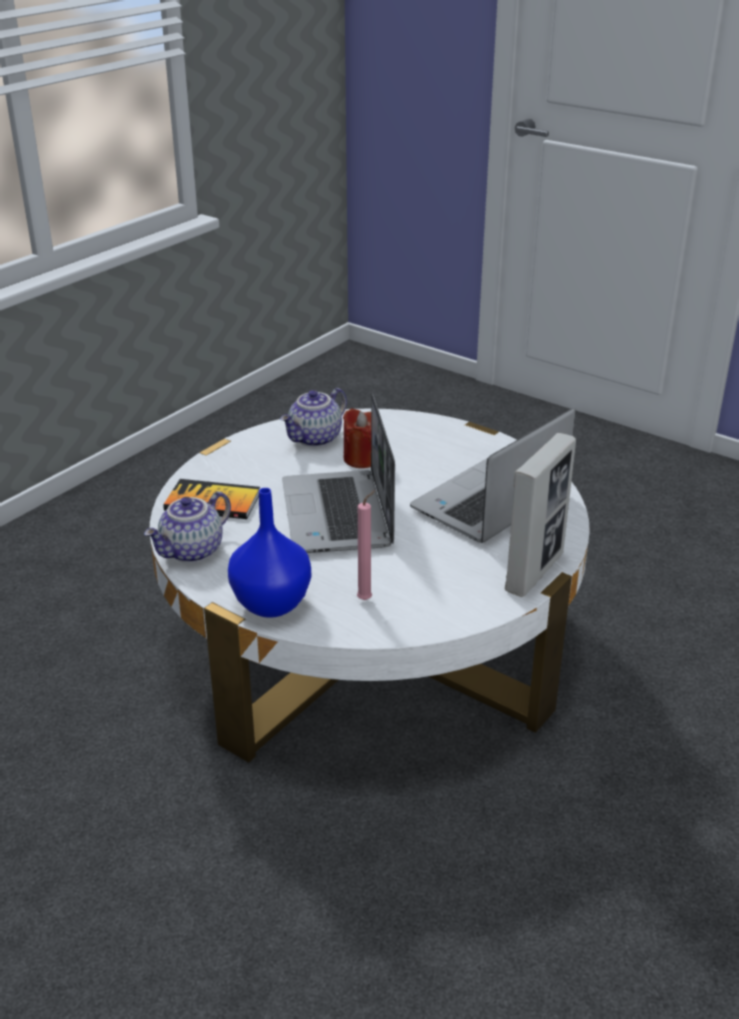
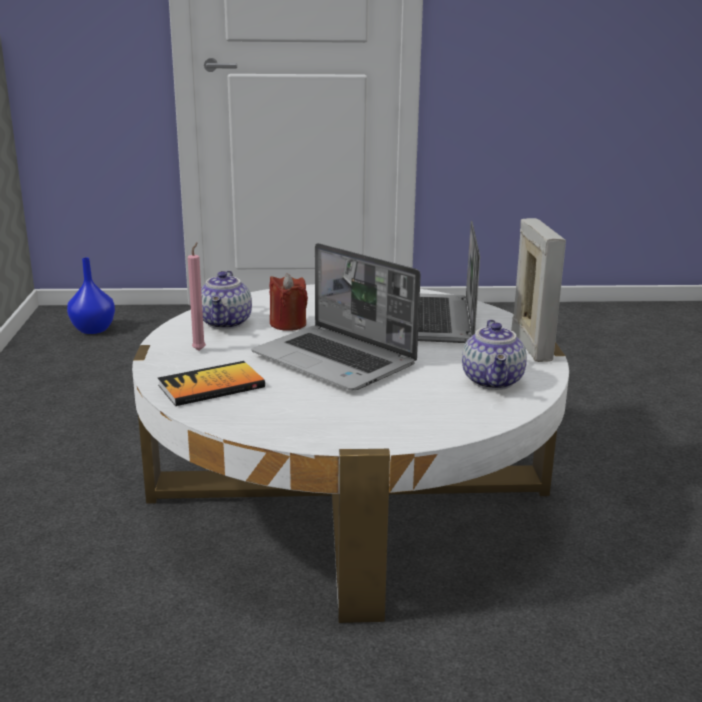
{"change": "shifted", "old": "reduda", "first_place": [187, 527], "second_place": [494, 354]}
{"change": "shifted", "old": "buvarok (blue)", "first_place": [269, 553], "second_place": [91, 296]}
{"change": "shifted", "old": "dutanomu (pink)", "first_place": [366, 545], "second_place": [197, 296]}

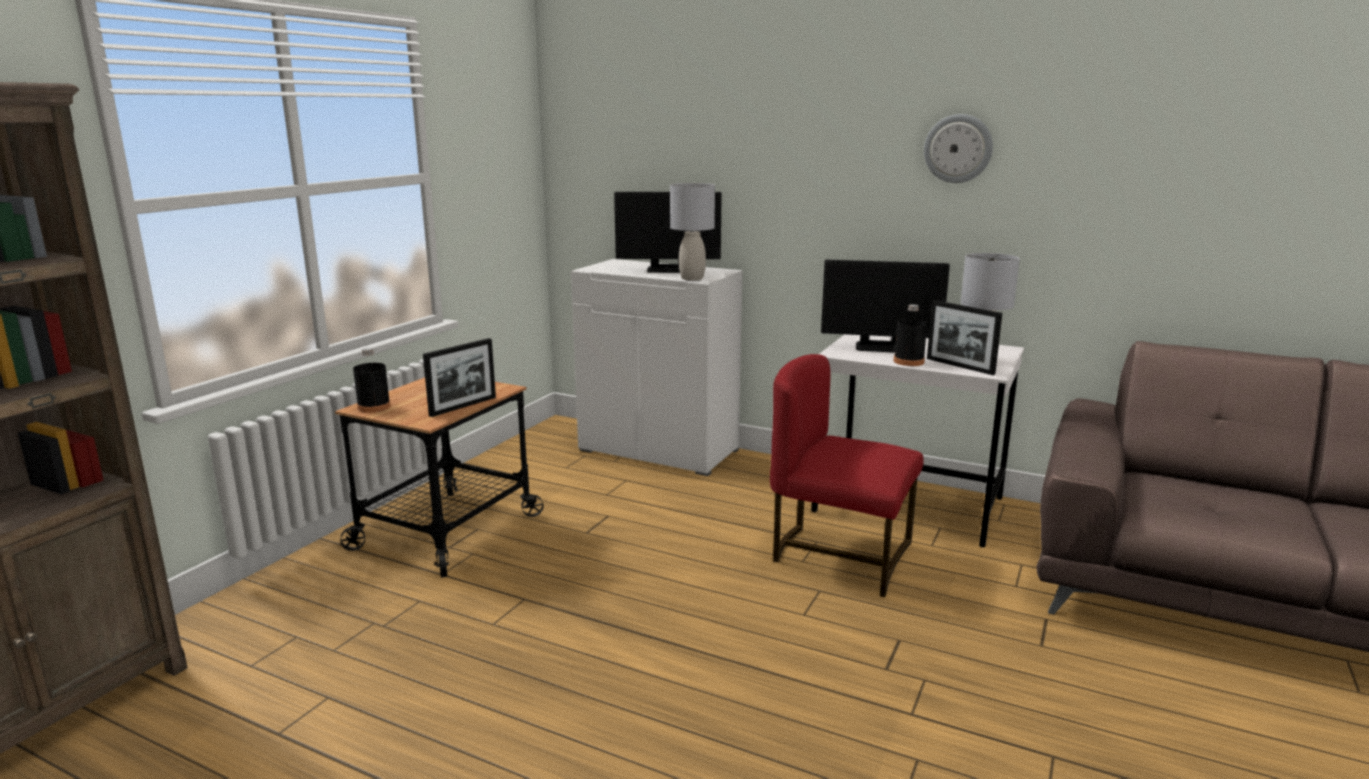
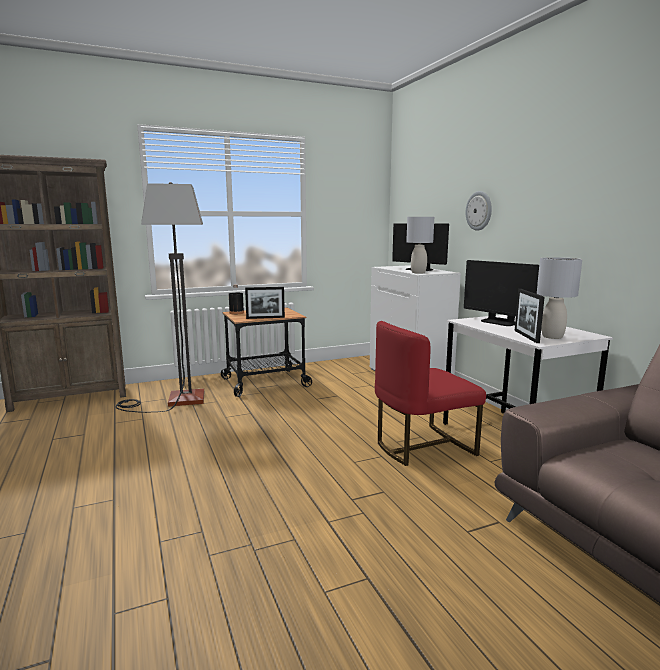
{"change": "gone", "old": "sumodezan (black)", "first_place": [910, 335]}
{"change": "new", "new": "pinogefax", "second_place": [160, 297]}
{"change": "shifted", "old": "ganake", "first_place": [958, 148], "second_place": [479, 211]}
{"change": "rotated", "old": "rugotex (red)", "first_place": [847, 476], "second_place": [430, 393], "degrees": -90}

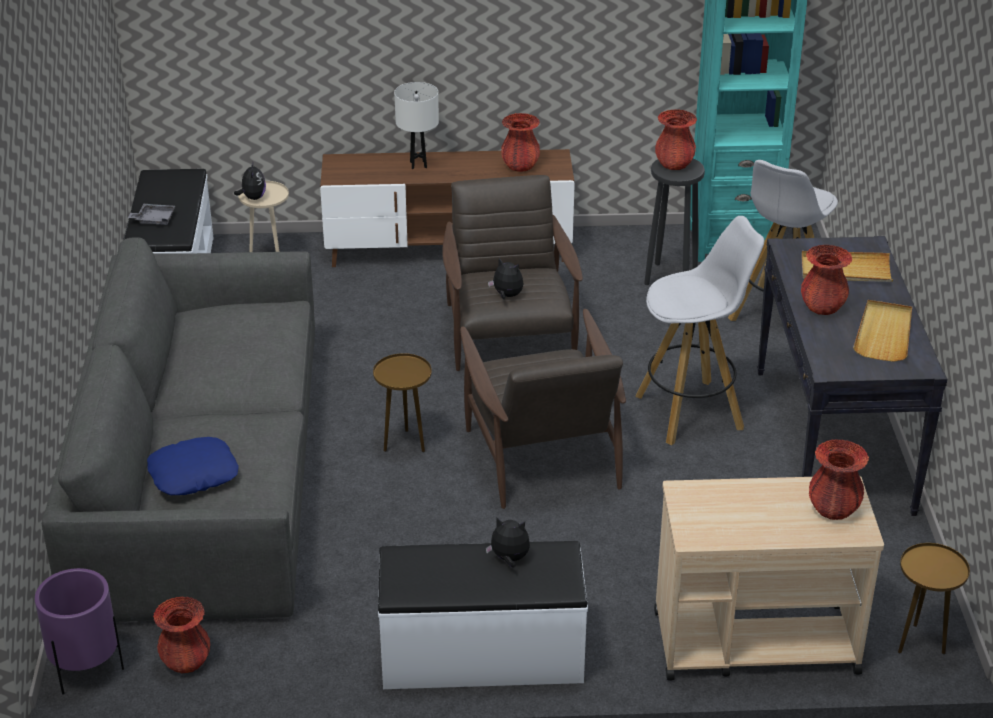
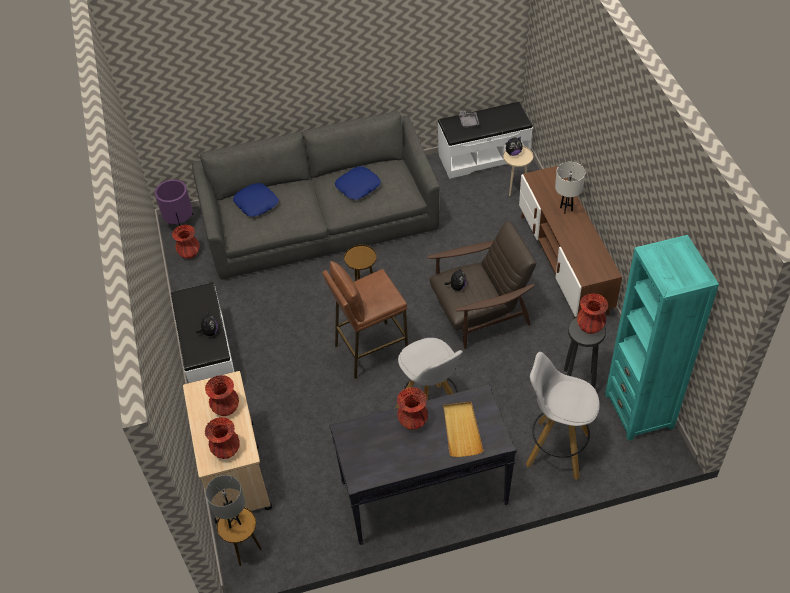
{"change": "gone", "old": "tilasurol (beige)", "first_place": [882, 331]}
{"change": "new", "new": "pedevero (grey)", "second_place": [225, 502]}
{"change": "new", "new": "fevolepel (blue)", "second_place": [358, 183]}
{"change": "shifted", "old": "buvarok (red)", "first_place": [520, 142], "second_place": [222, 395]}
{"change": "swapped", "old": "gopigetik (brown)", "new": "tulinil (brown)", "first_place": [543, 409], "second_place": [365, 320]}

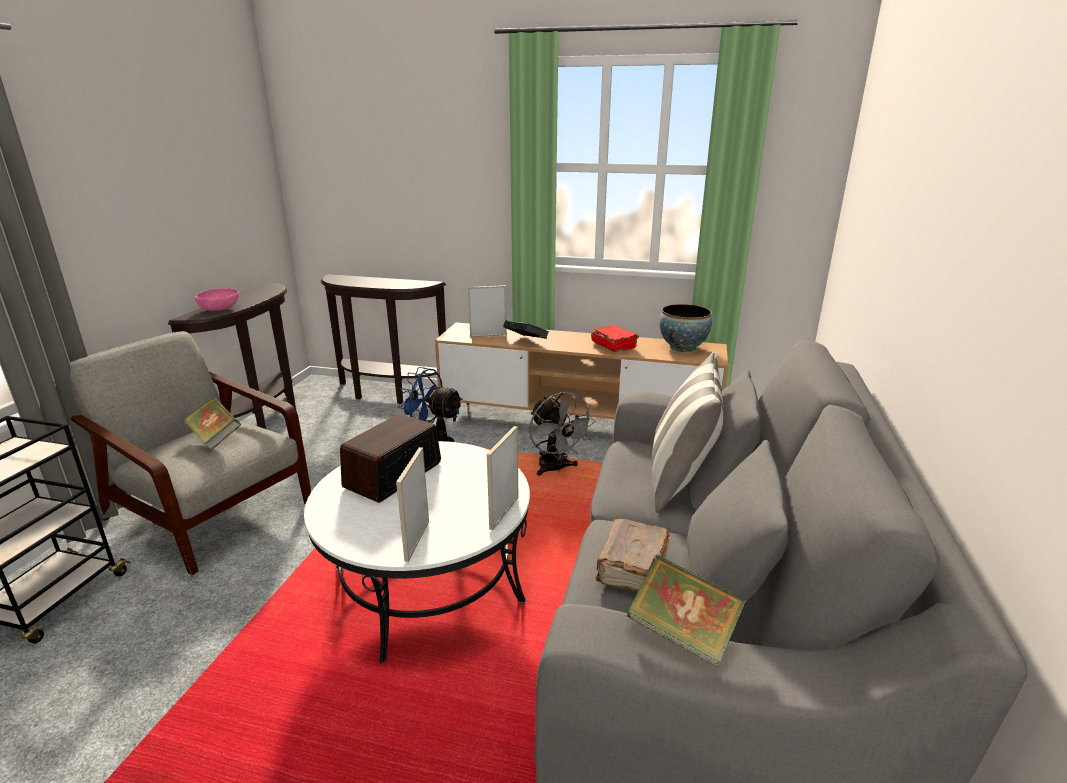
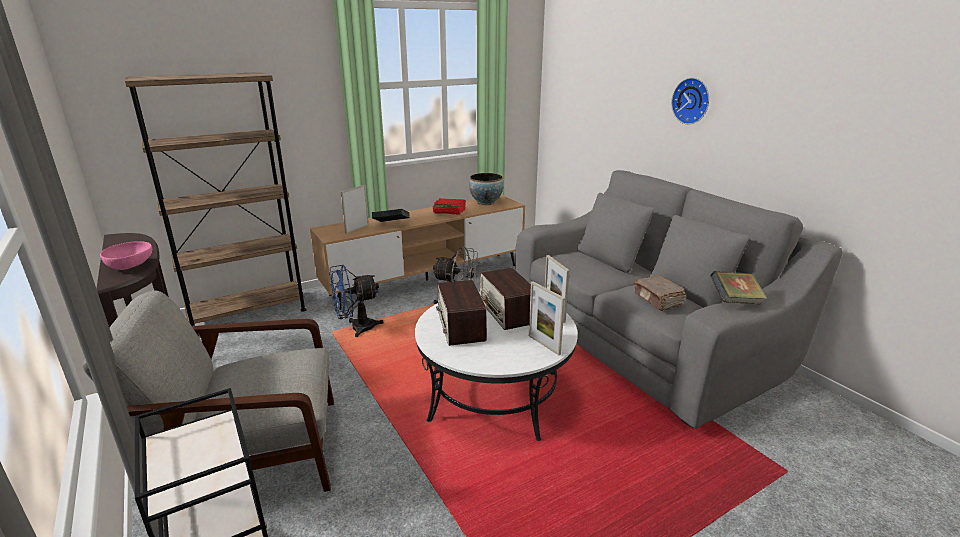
{"change": "gone", "old": "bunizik", "first_place": [212, 423]}
{"change": "gone", "old": "fevolepel", "first_place": [688, 432]}
{"change": "new", "new": "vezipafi", "second_place": [505, 299]}
{"change": "new", "new": "ganake", "second_place": [690, 101]}
{"change": "swapped", "old": "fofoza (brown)", "new": "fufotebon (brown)", "first_place": [383, 339], "second_place": [215, 204]}

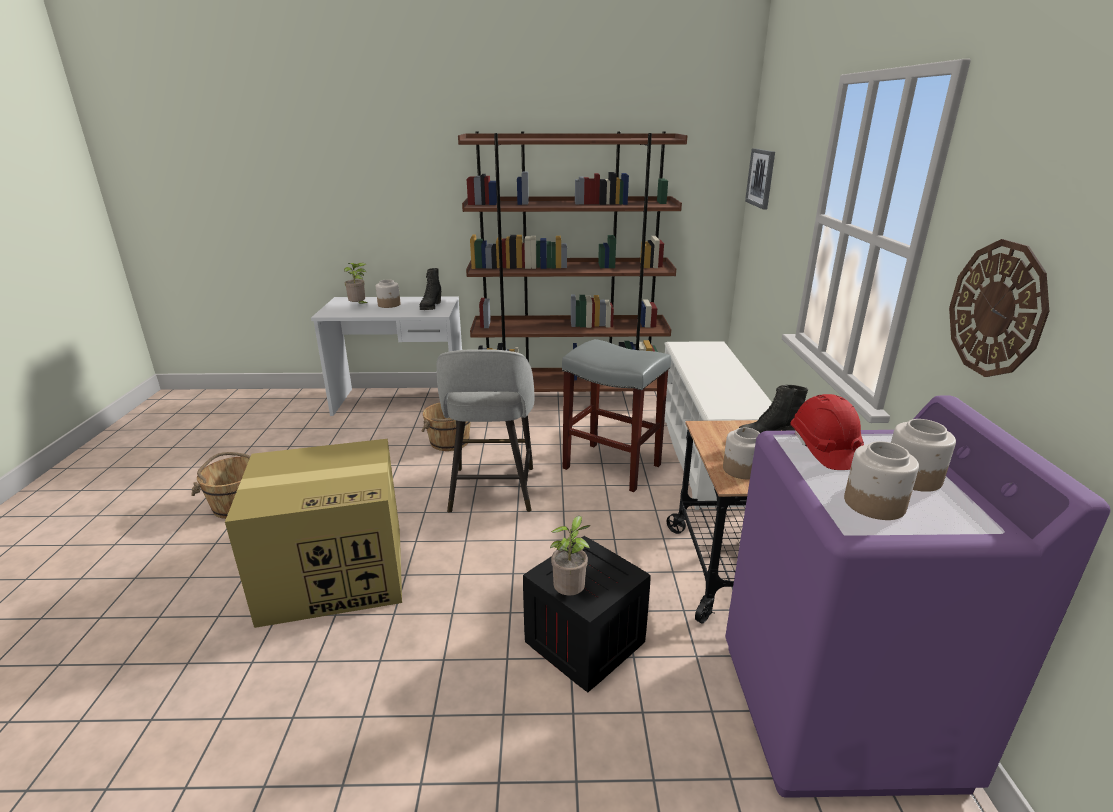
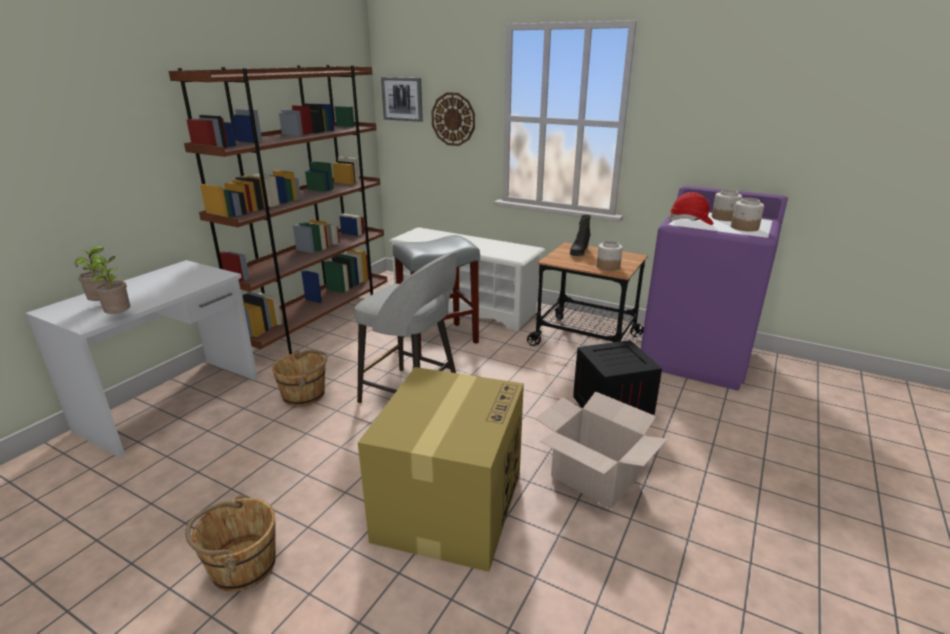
{"change": "gone", "old": "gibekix", "first_place": [388, 293]}
{"change": "gone", "old": "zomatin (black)", "first_place": [430, 289]}
{"change": "new", "new": "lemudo", "second_place": [601, 449]}
{"change": "shifted", "old": "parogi", "first_place": [570, 556], "second_place": [109, 285]}
{"change": "shifted", "old": "ganake", "first_place": [999, 308], "second_place": [453, 119]}

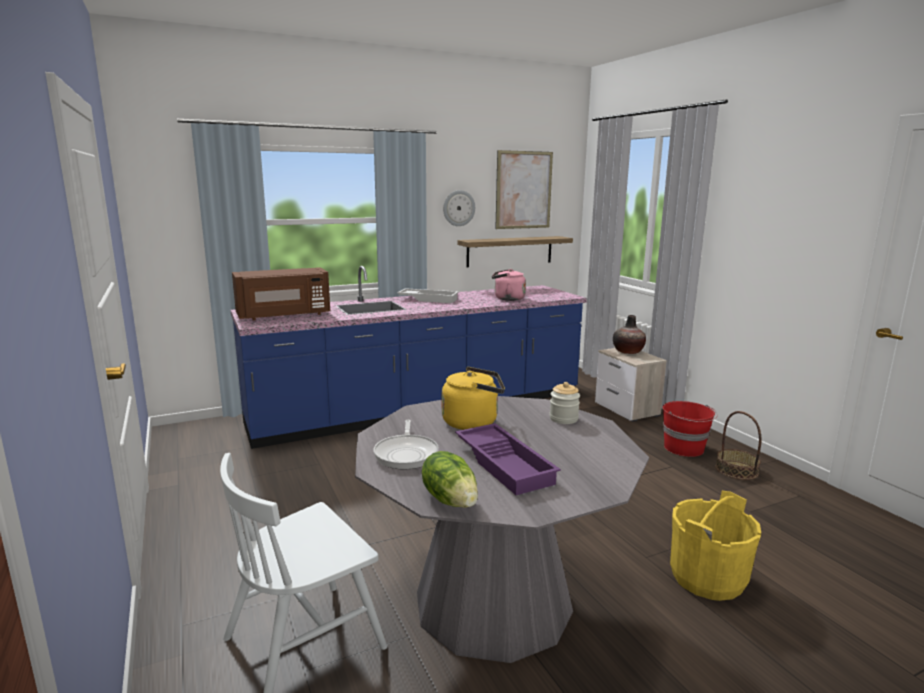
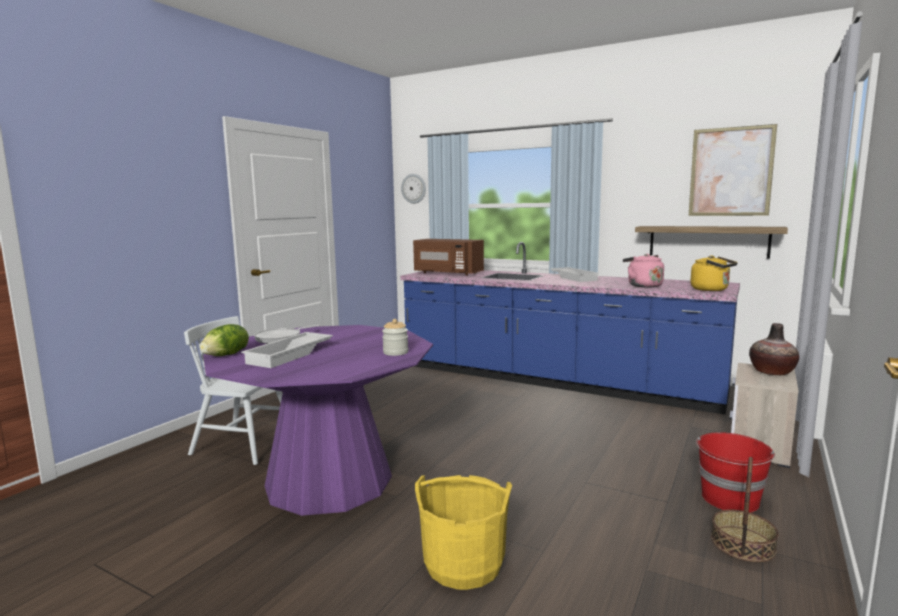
{"change": "shifted", "old": "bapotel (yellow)", "first_place": [473, 398], "second_place": [714, 273]}
{"change": "shifted", "old": "ganake", "first_place": [459, 208], "second_place": [413, 189]}
{"change": "repainted", "old": "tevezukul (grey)", "new": "tevezukul (purple)", "first_place": [502, 529], "second_place": [318, 420]}
{"change": "repainted", "old": "tilasurol (purple)", "new": "tilasurol (white)", "first_place": [508, 459], "second_place": [287, 350]}

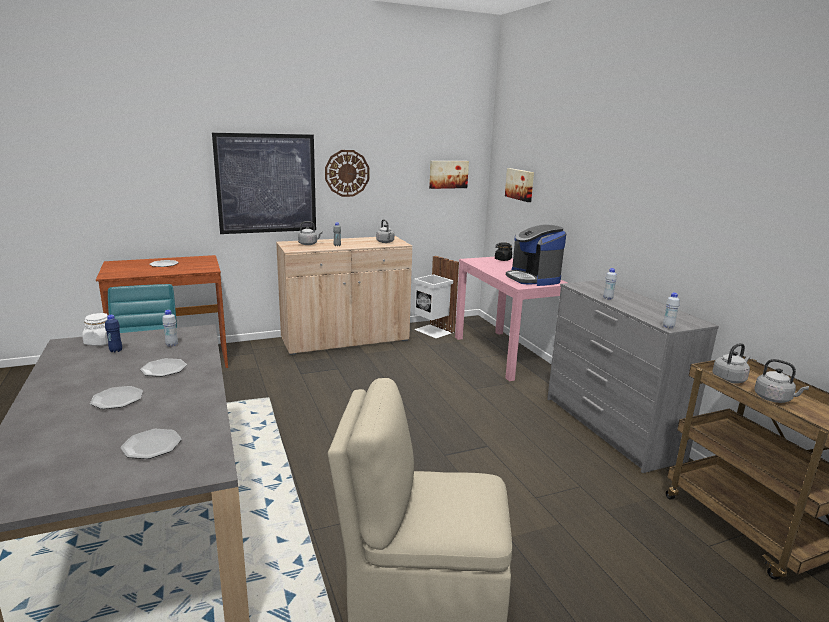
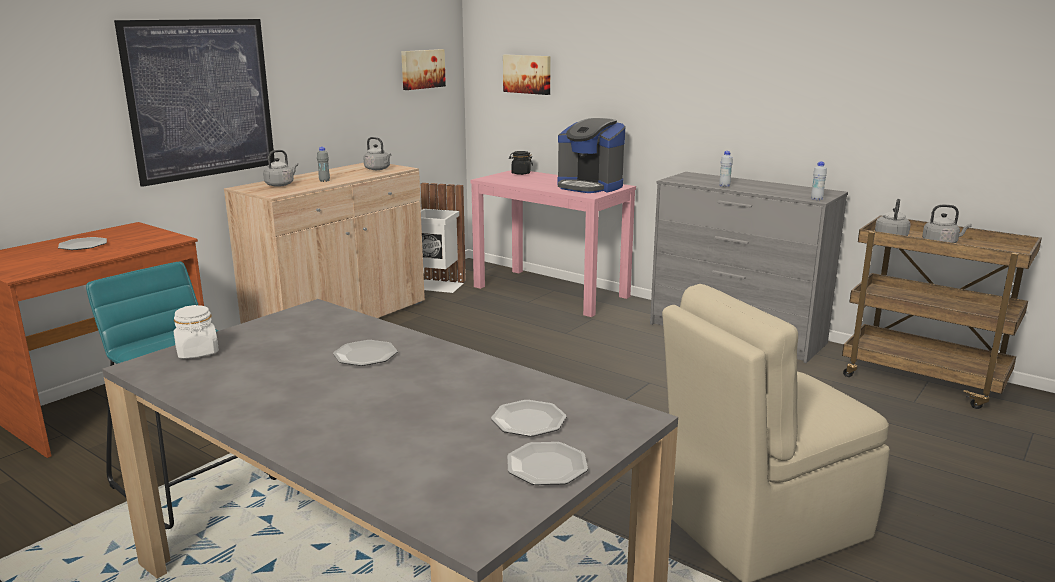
{"change": "gone", "old": "sumodezan (blue)", "first_place": [113, 334]}
{"change": "gone", "old": "sumodezan (white)", "first_place": [170, 328]}
{"change": "gone", "old": "ganake", "first_place": [347, 173]}
{"change": "shifted", "old": "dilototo", "first_place": [116, 397], "second_place": [547, 463]}

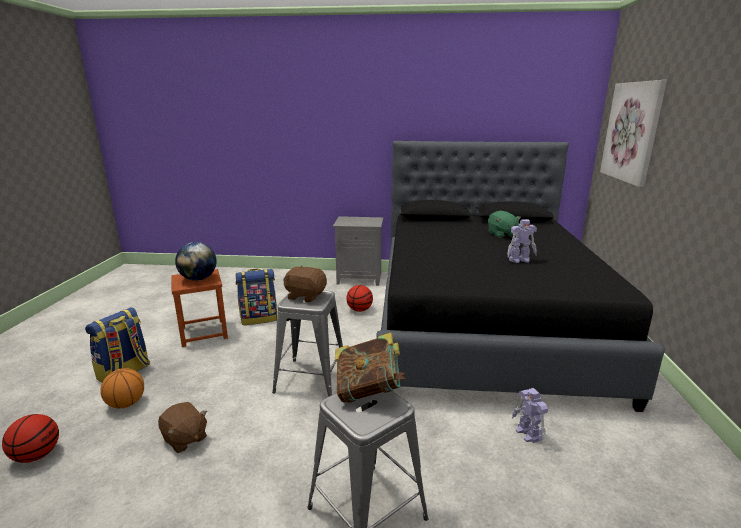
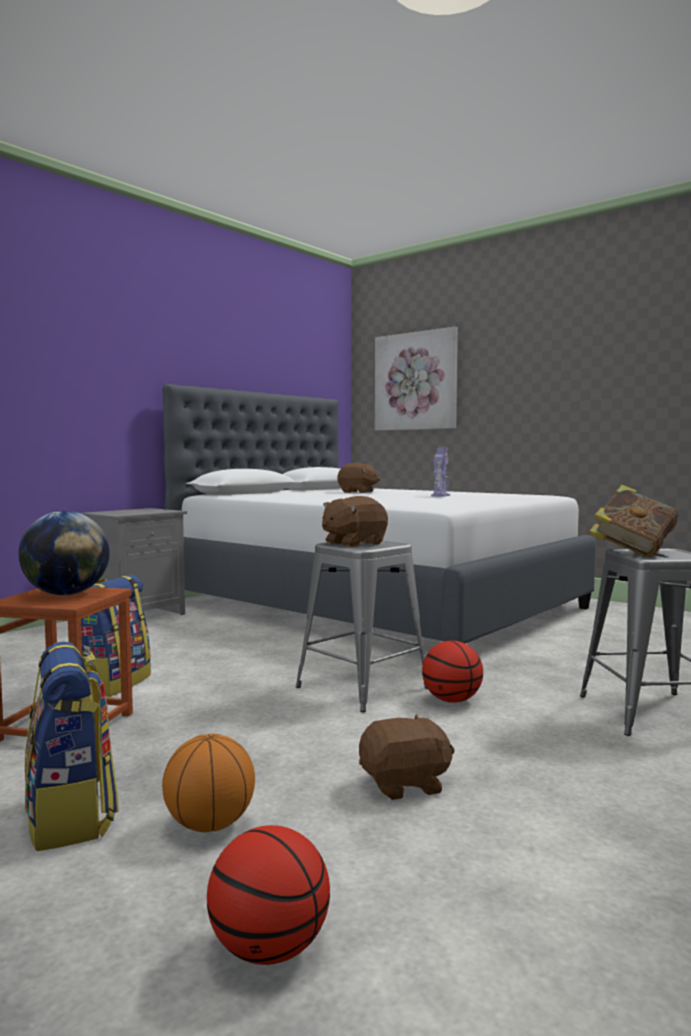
{"change": "gone", "old": "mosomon", "first_place": [530, 416]}
{"change": "shifted", "old": "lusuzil", "first_place": [359, 298], "second_place": [452, 672]}
{"change": "repainted", "old": "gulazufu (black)", "new": "gulazufu (white)", "first_place": [521, 276], "second_place": [378, 514]}
{"change": "repainted", "old": "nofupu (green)", "new": "nofupu (brown)", "first_place": [504, 224], "second_place": [358, 478]}

